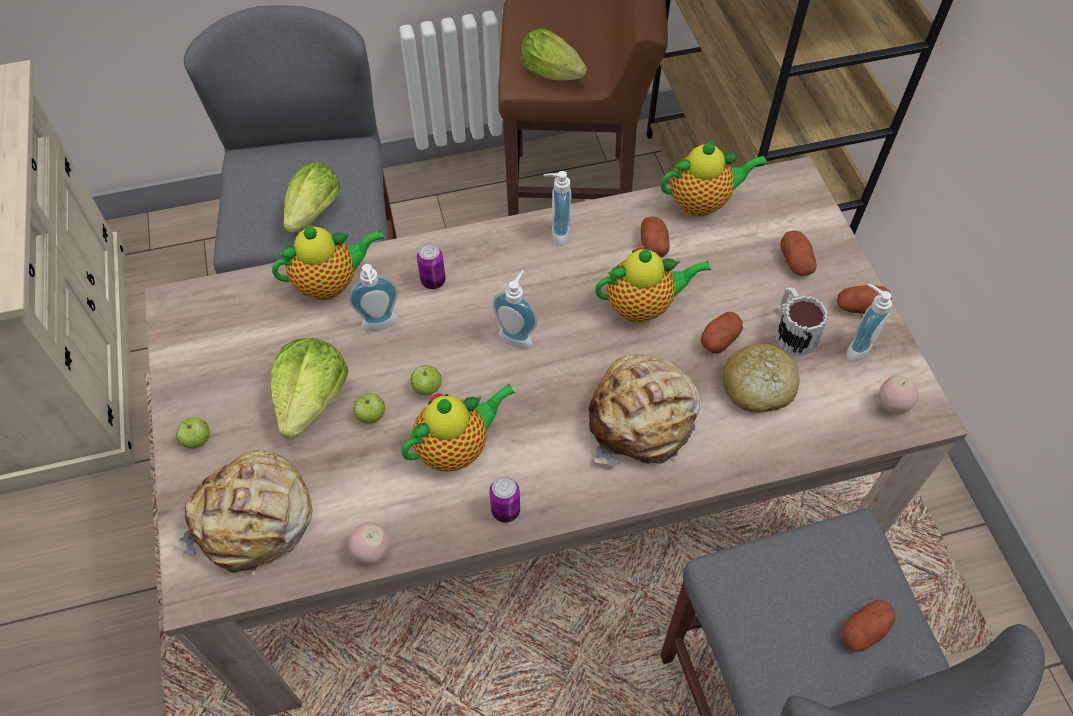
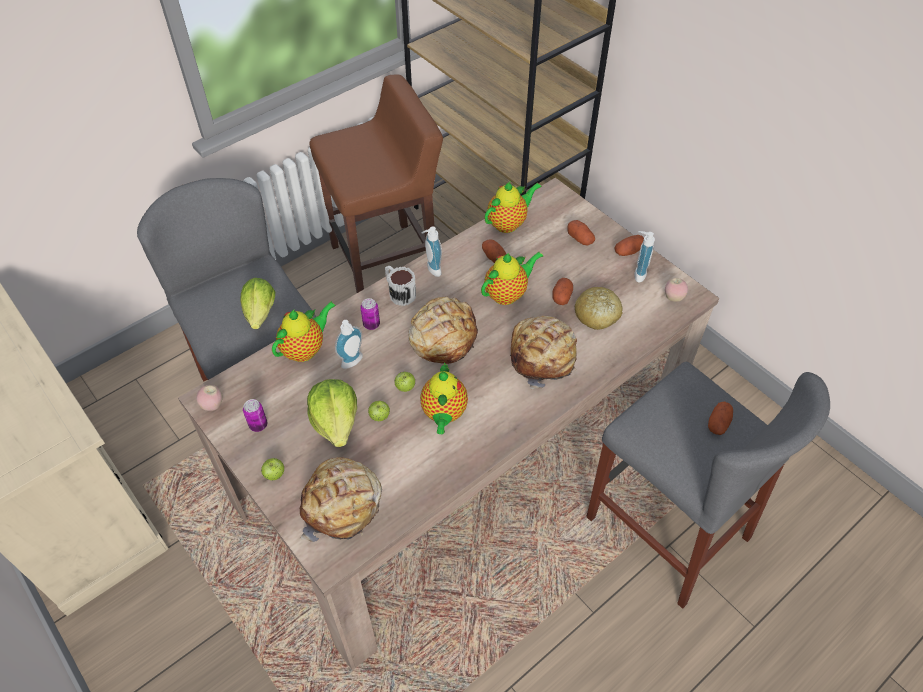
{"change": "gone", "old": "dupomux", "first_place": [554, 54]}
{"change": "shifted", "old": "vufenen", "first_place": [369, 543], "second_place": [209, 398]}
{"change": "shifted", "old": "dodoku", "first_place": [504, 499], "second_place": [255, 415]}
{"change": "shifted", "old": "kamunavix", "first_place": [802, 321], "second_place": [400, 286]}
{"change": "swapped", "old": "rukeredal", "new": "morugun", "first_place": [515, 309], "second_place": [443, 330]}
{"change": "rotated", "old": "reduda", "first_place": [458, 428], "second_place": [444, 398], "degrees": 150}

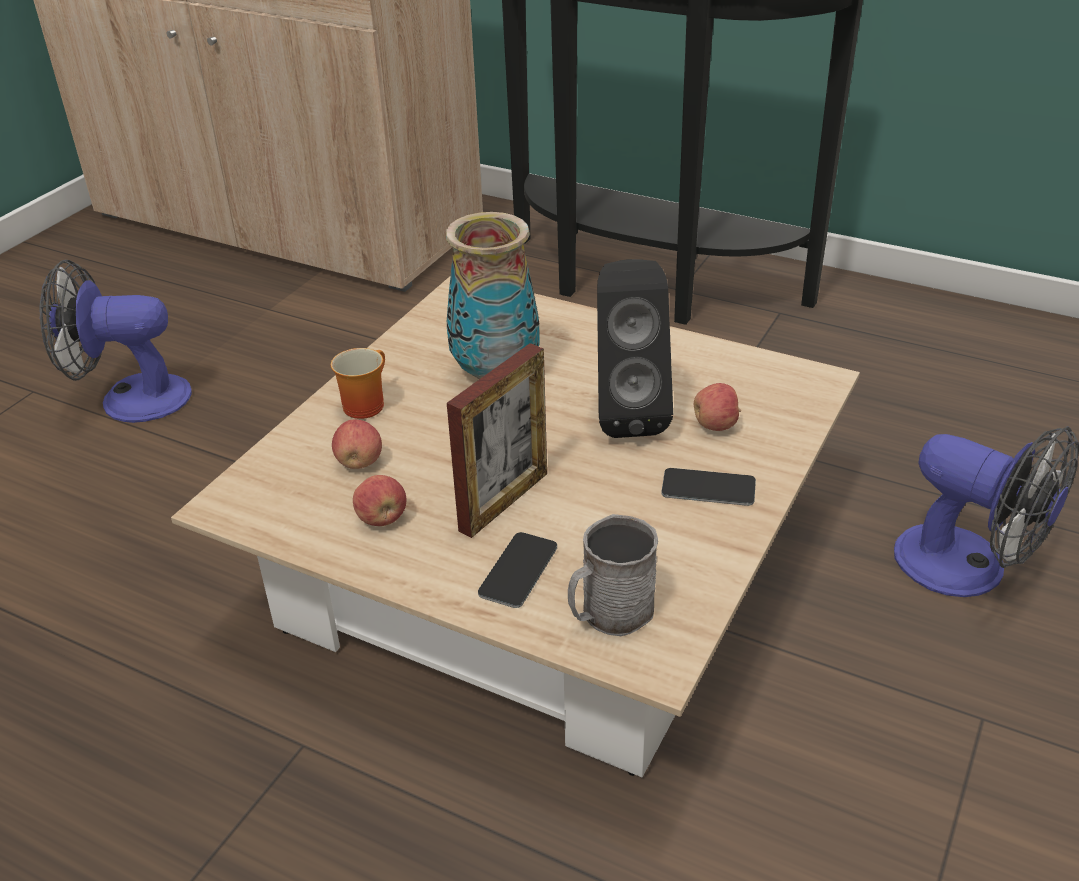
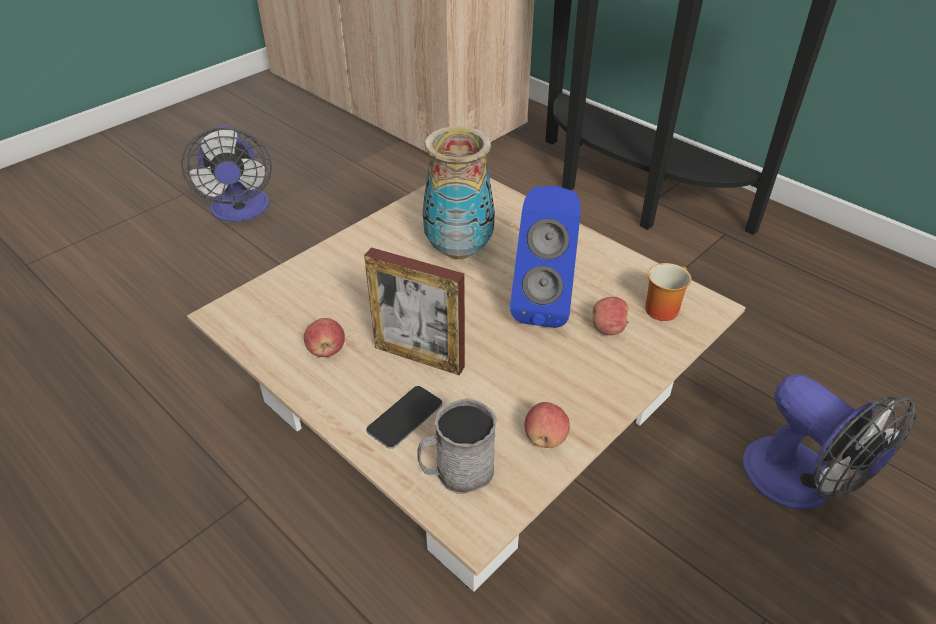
{"change": "gone", "old": "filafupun", "first_place": [709, 487]}
{"change": "shifted", "old": "kamunavix", "first_place": [358, 383], "second_place": [668, 292]}
{"change": "shifted", "old": "vufenen", "first_place": [357, 444], "second_place": [547, 425]}
{"change": "repainted", "old": "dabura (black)", "new": "dabura (blue)", "first_place": [635, 348], "second_place": [545, 257]}
{"change": "rotated", "old": "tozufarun", "first_place": [115, 341], "second_place": [226, 173], "degrees": -120}
{"change": "rotated", "old": "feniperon", "first_place": [497, 440], "second_place": [414, 311], "degrees": 60}

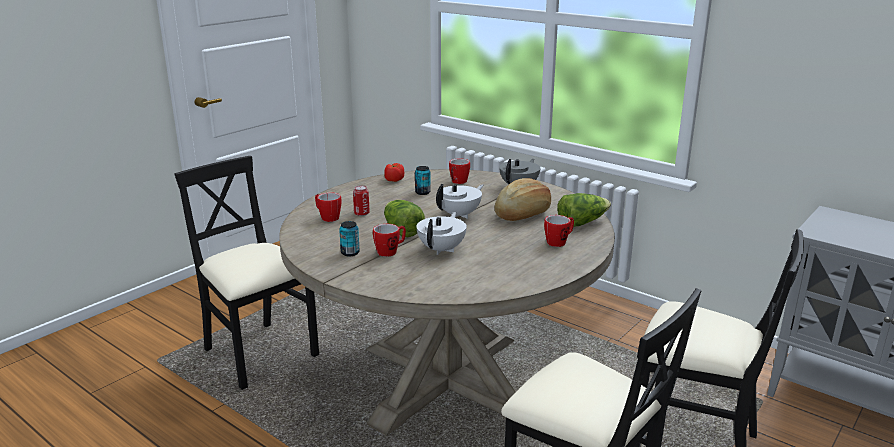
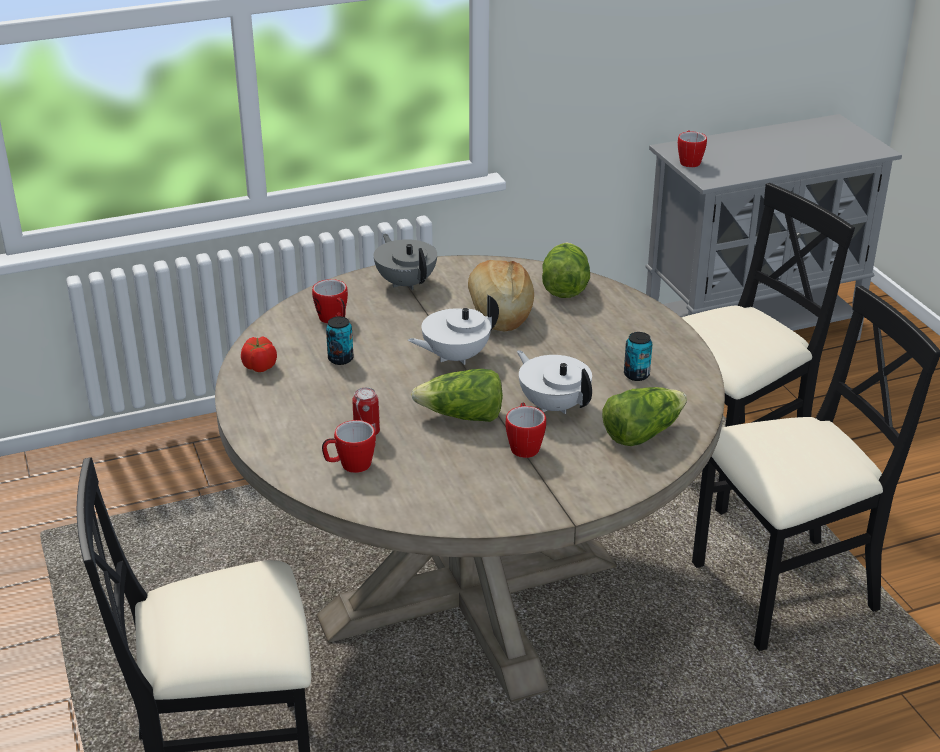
{"change": "new", "new": "dupomux", "second_place": [644, 416]}
{"change": "shifted", "old": "dodoku", "first_place": [349, 239], "second_place": [638, 356]}
{"change": "shifted", "old": "kamunavix", "first_place": [559, 231], "second_place": [692, 148]}
{"change": "rotated", "old": "reduda (white)", "first_place": [459, 201], "second_place": [453, 330], "degrees": -105}

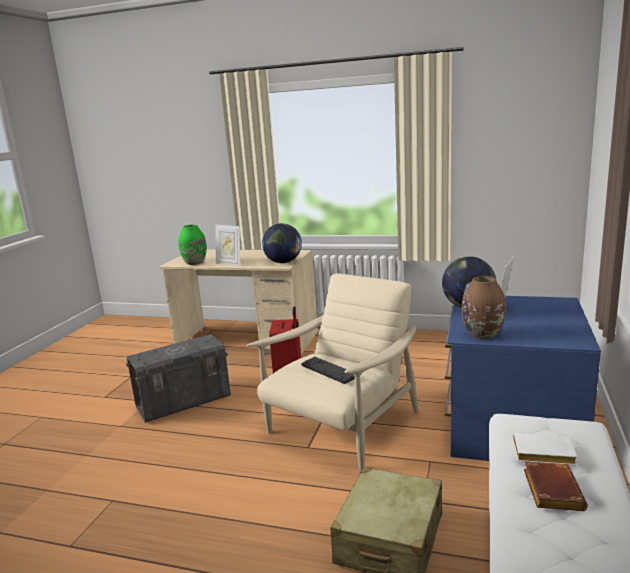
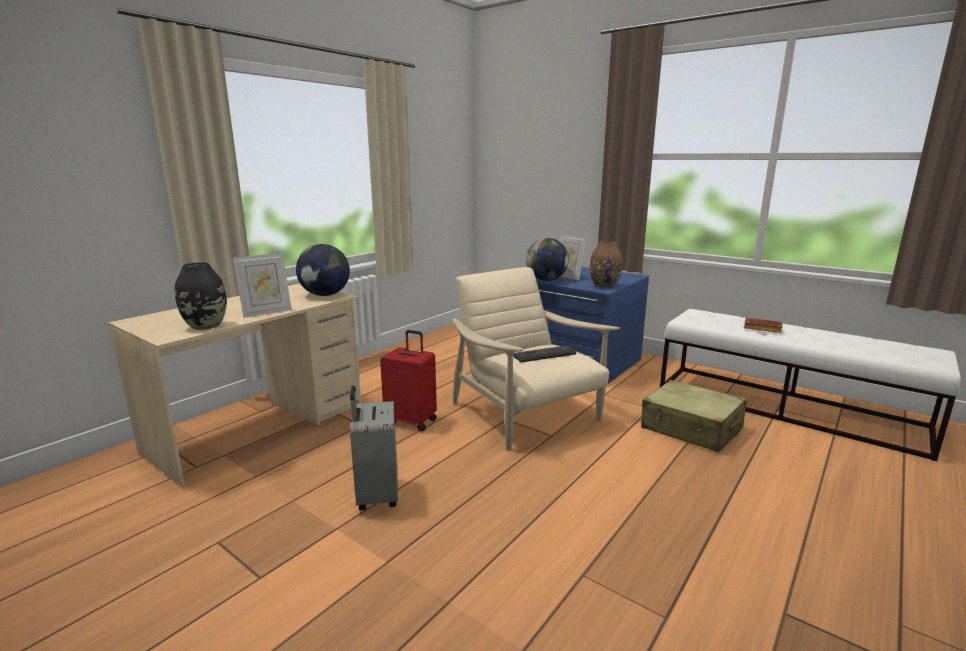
{"change": "gone", "old": "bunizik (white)", "first_place": [545, 449]}
{"change": "swapped", "old": "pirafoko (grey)", "new": "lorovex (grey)", "first_place": [178, 378], "second_place": [374, 448]}
{"change": "repainted", "old": "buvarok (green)", "new": "buvarok (black)", "first_place": [192, 244], "second_place": [201, 296]}

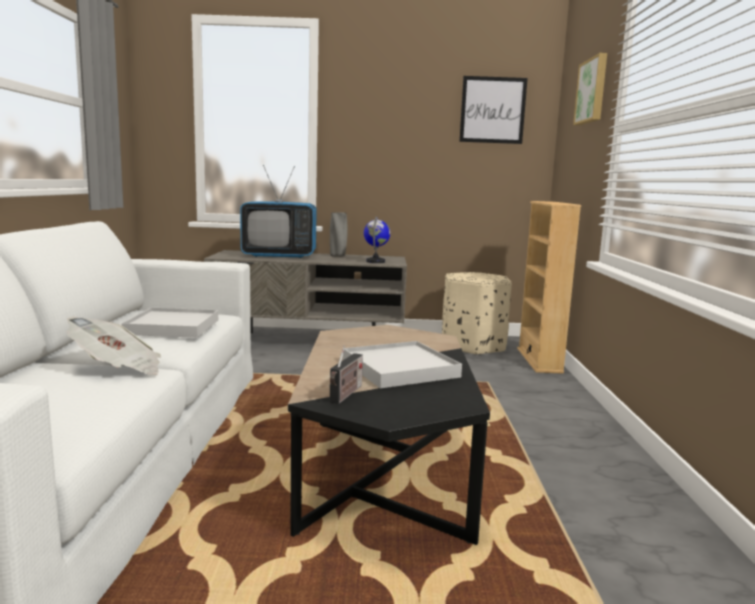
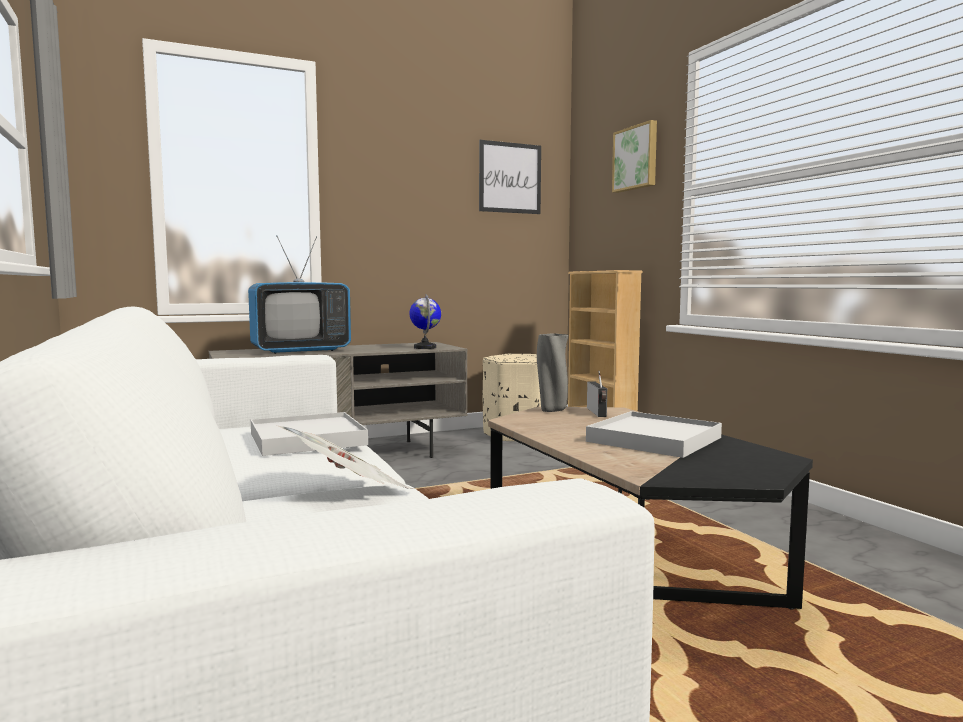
{"change": "shifted", "old": "buvarok (grey)", "first_place": [339, 234], "second_place": [553, 372]}
{"change": "shifted", "old": "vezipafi", "first_place": [346, 374], "second_place": [597, 394]}

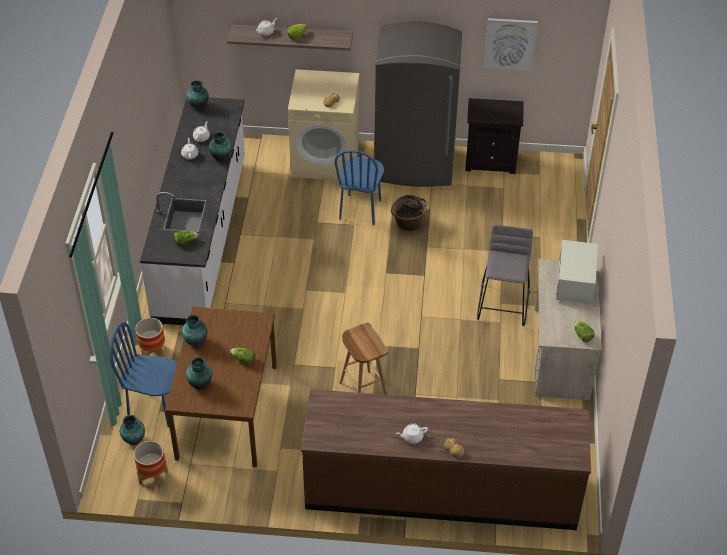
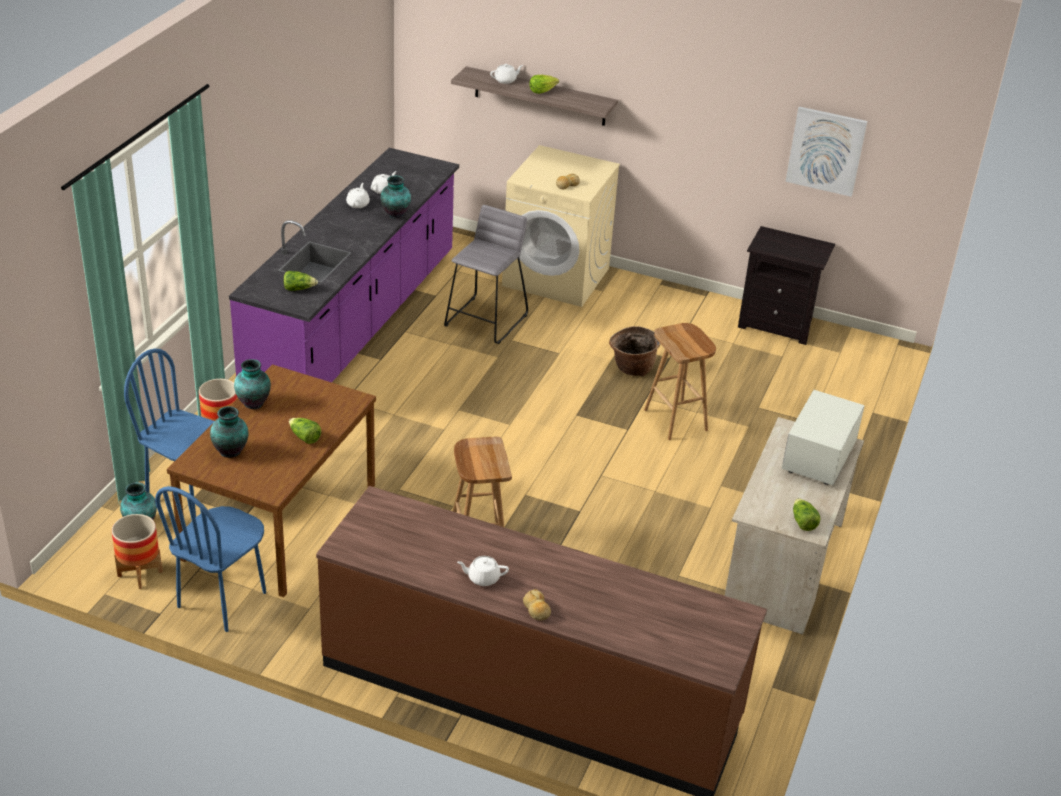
{"change": "gone", "old": "buvarok", "first_place": [198, 95]}
{"change": "gone", "old": "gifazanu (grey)", "first_place": [418, 104]}
{"change": "new", "new": "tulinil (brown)", "second_place": [680, 381]}
{"change": "shifted", "old": "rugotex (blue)", "first_place": [359, 187], "second_place": [210, 559]}
{"change": "shifted", "old": "tulinil (grey)", "first_place": [505, 275], "second_place": [486, 274]}
{"change": "repainted", "old": "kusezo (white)", "new": "kusezo (purple)", "first_place": [192, 211], "second_place": [344, 265]}

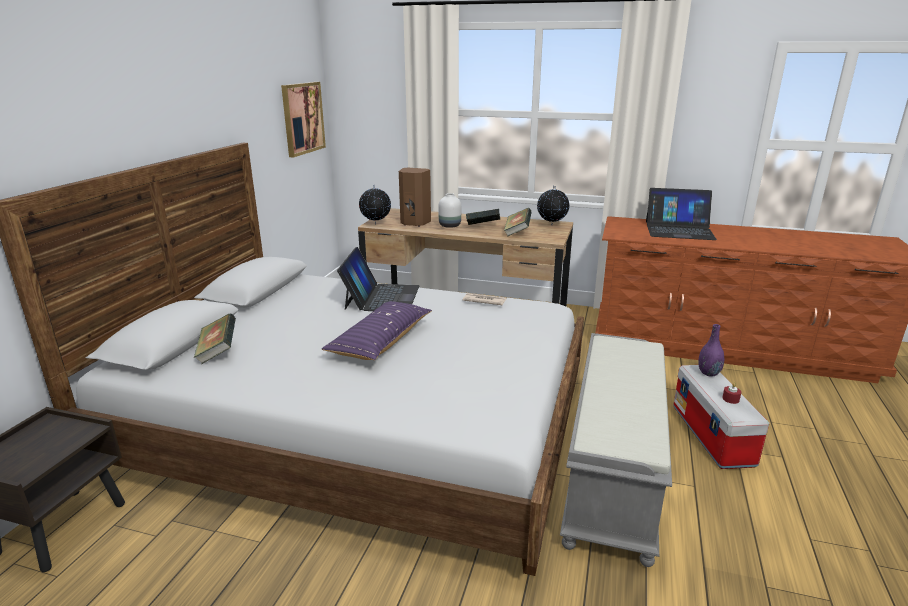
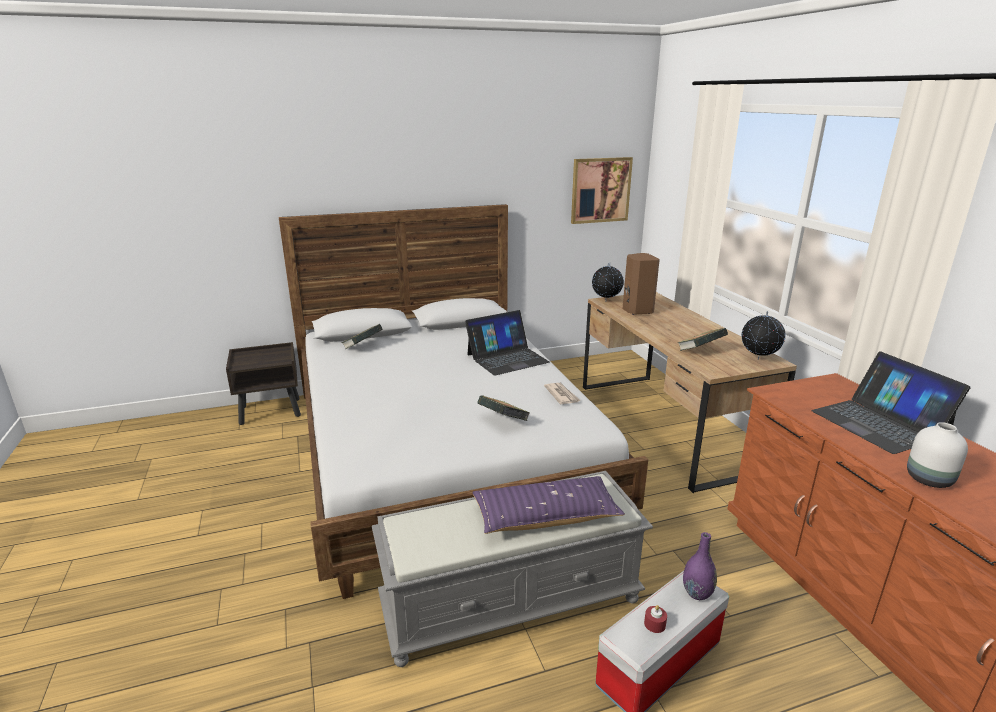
{"change": "shifted", "old": "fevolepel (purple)", "first_place": [377, 330], "second_place": [548, 505]}
{"change": "shifted", "old": "buvarok (white)", "first_place": [449, 210], "second_place": [937, 455]}
{"change": "shifted", "old": "bunizik", "first_place": [483, 217], "second_place": [503, 408]}

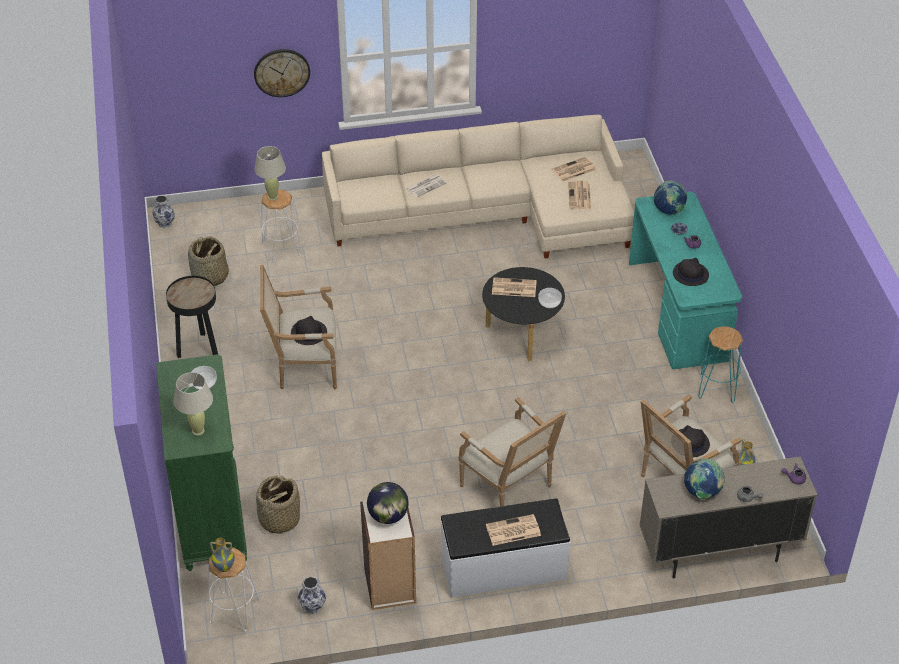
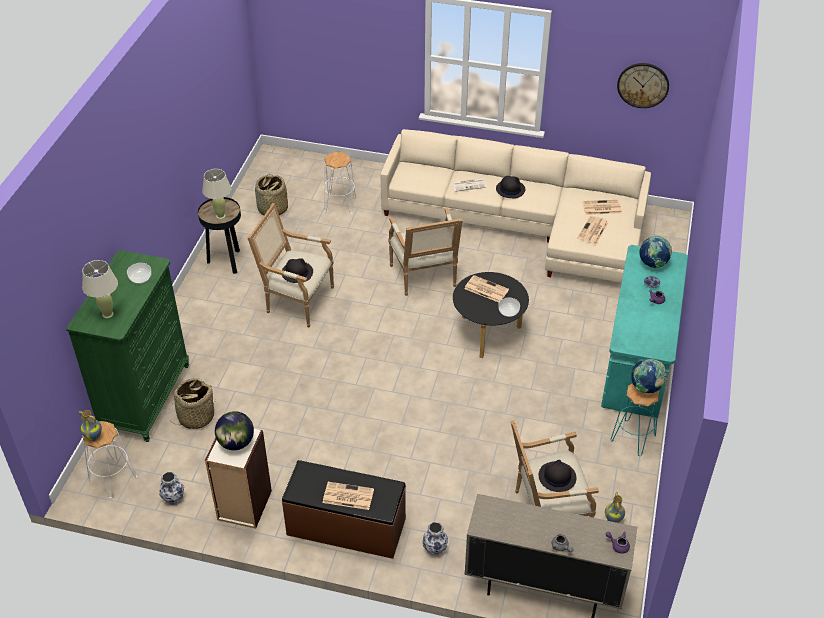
{"change": "shifted", "old": "buvarok", "first_place": [163, 211], "second_place": [435, 539]}
{"change": "shifted", "old": "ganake", "first_place": [282, 73], "second_place": [643, 85]}
{"change": "shifted", "old": "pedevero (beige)", "first_place": [270, 173], "second_place": [216, 194]}
{"change": "shifted", "old": "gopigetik", "first_place": [512, 452], "second_place": [426, 252]}
{"change": "shifted", "old": "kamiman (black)", "first_place": [691, 272], "second_place": [510, 187]}
{"change": "shifted", "old": "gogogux", "first_place": [704, 479], "second_place": [649, 375]}
{"change": "repainted", "old": "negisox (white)", "new": "negisox (brown)", "first_place": [505, 548], "second_place": [344, 509]}

